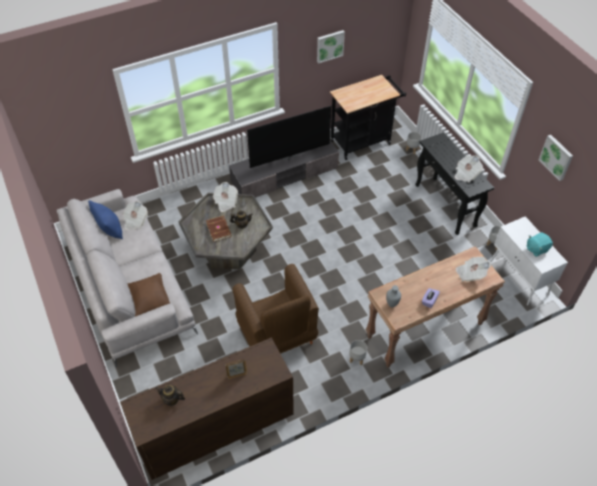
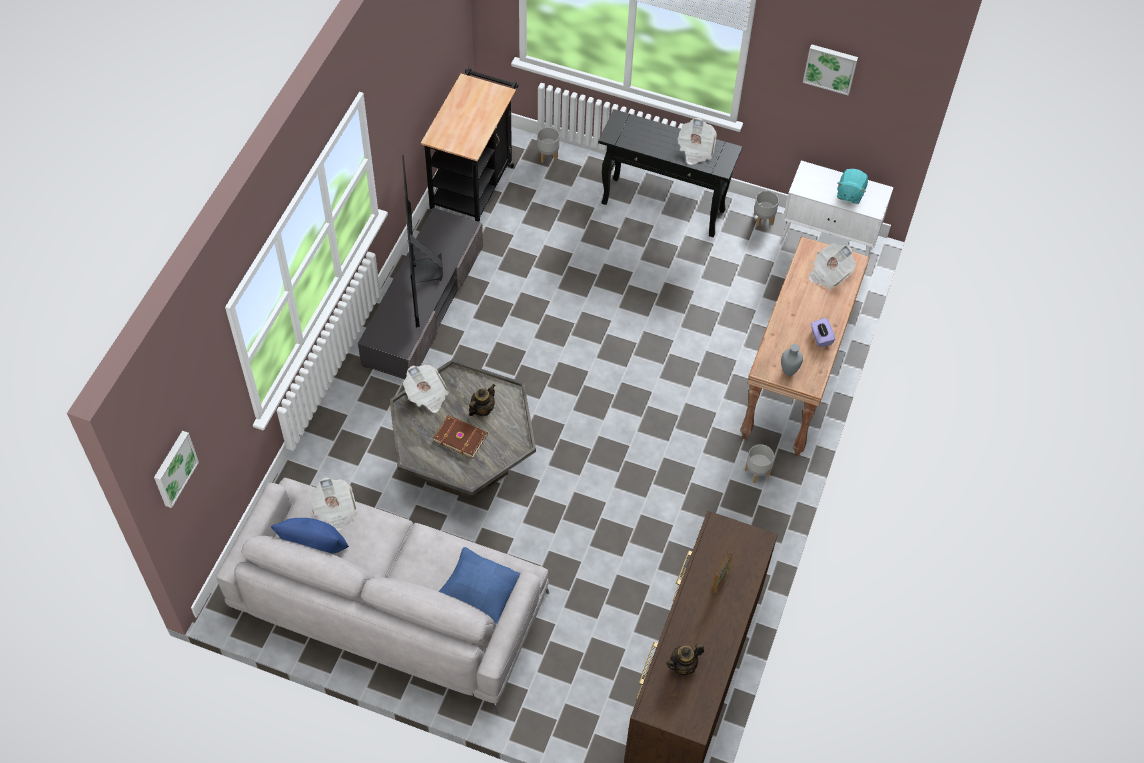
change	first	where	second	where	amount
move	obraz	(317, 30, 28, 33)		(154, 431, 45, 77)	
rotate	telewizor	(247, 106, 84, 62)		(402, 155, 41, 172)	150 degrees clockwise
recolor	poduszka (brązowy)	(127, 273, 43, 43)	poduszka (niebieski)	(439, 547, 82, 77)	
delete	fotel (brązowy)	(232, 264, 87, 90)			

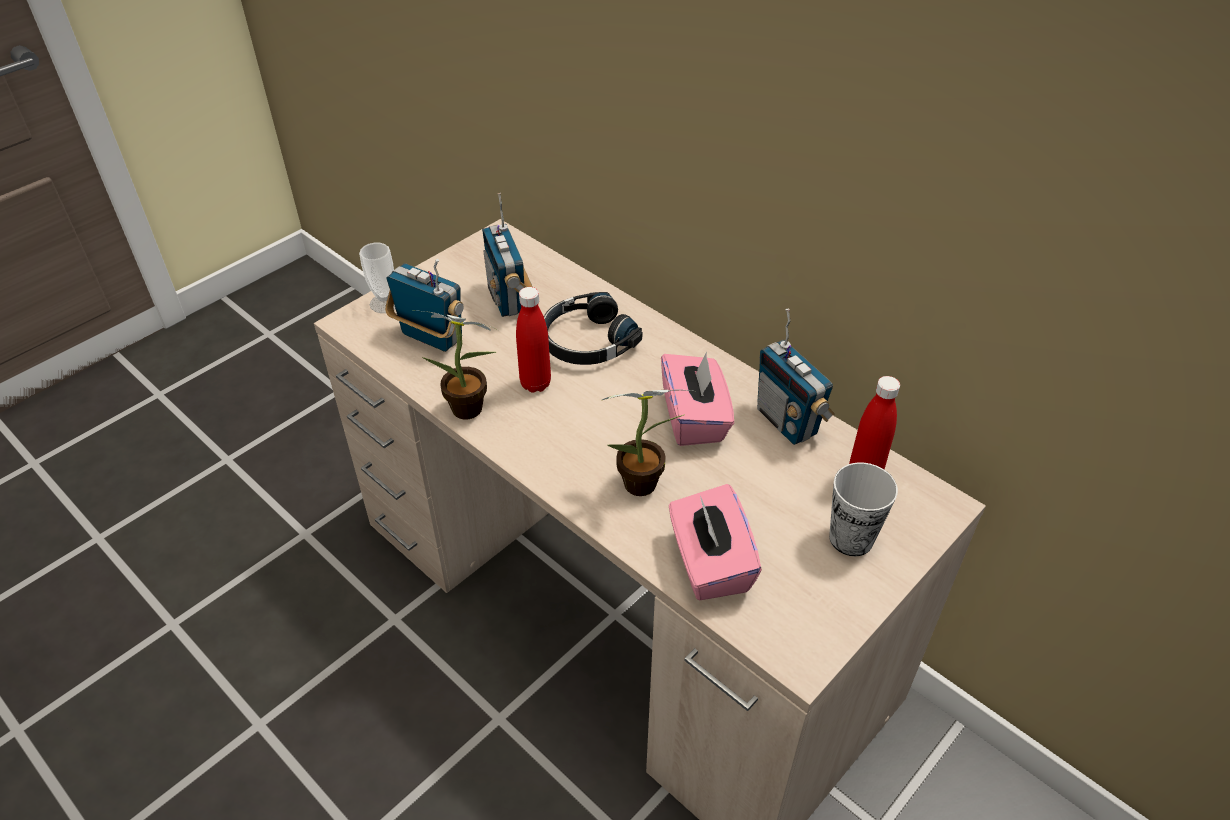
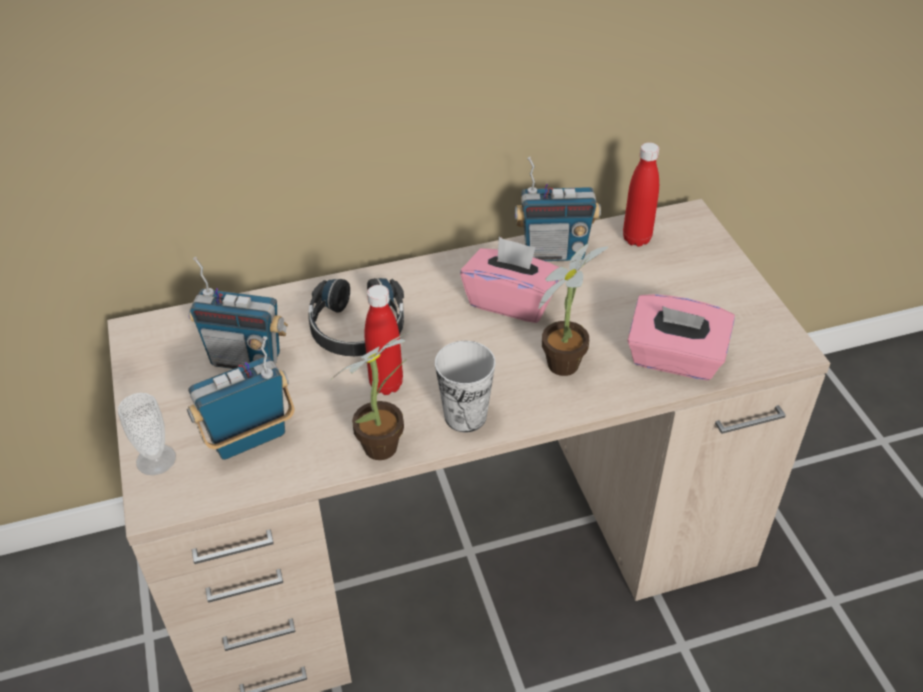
change	first	where	second	where	amount
move	filiżanka	(829, 462, 69, 94)		(435, 341, 60, 91)	

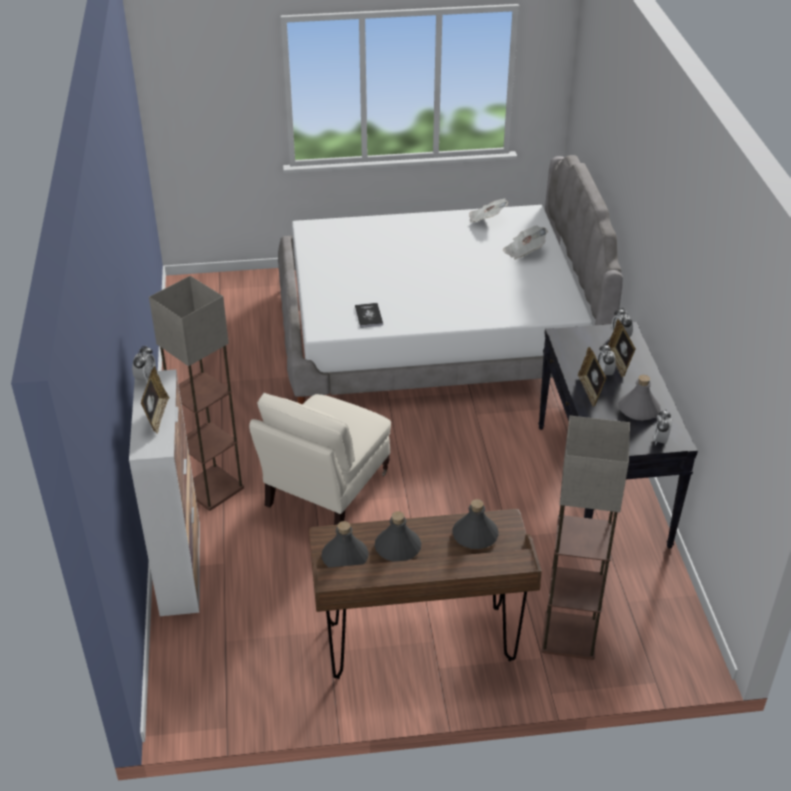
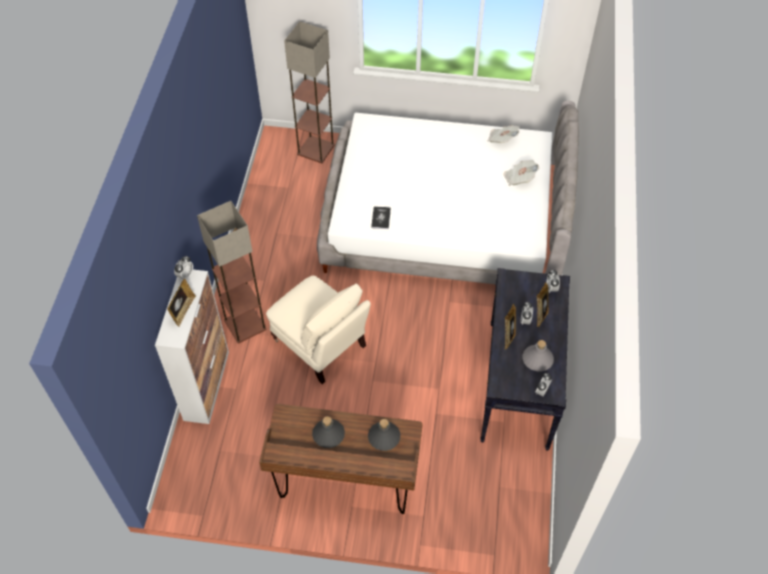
change	first	where	second	where	amount
rotate	fotel (beżowy)	(249, 393, 142, 132)		(266, 276, 105, 108)	90 degrees counterclockwise
move	lampa stojąca	(541, 416, 89, 244)		(284, 21, 50, 142)	
delete	butelka (szary)	(321, 521, 47, 47)			

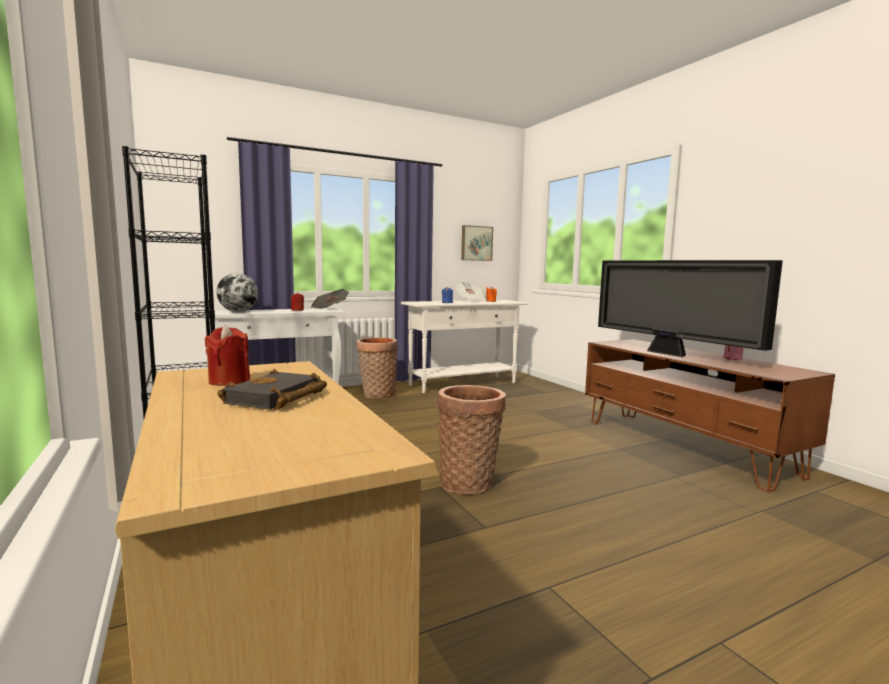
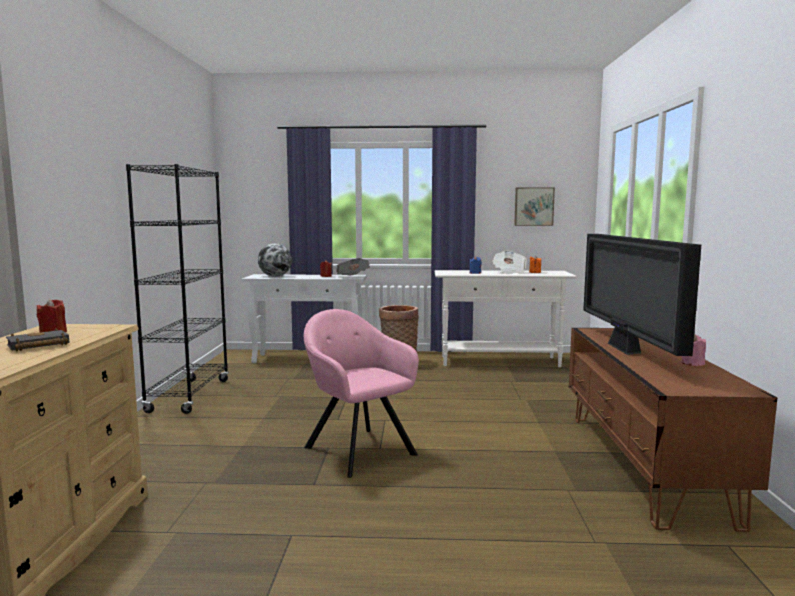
change	first	where	second	where	amount
replace	koszyk	(437, 385, 69, 110)	fotel (różowy)	(304, 309, 115, 169)	

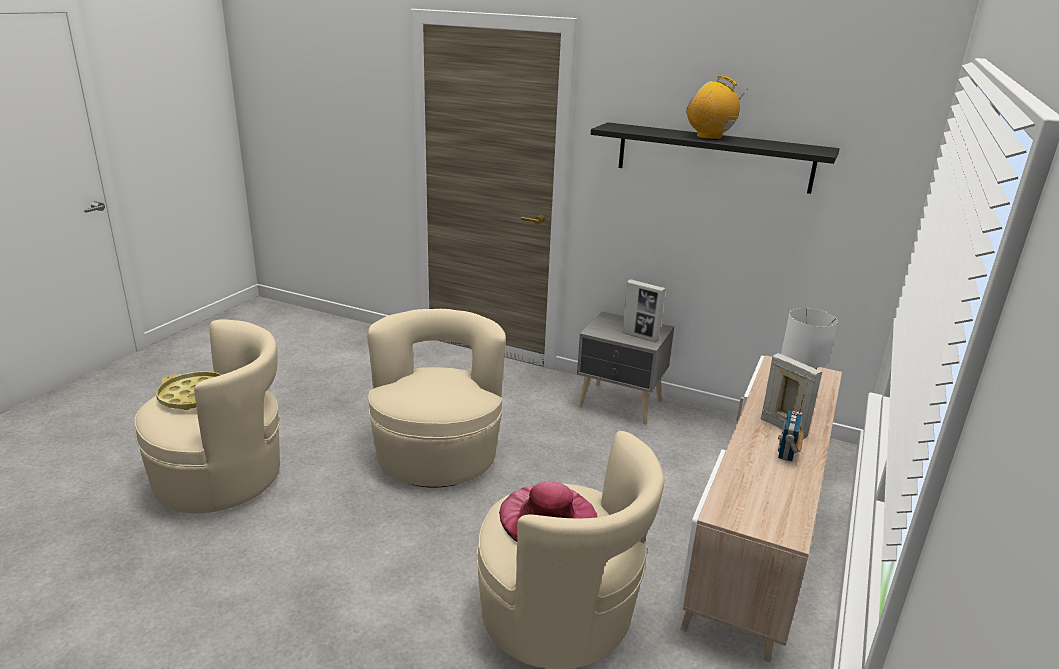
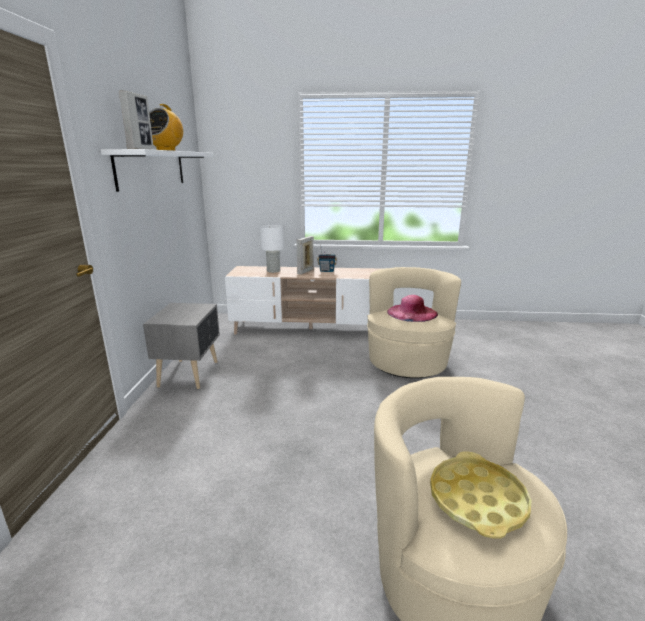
change	first	where	second	where	amount
recolor	półka (czarny)	(591, 122, 249, 72)	półka (biały)	(101, 149, 112, 43)	
move	ramka na zdjęcie	(622, 279, 44, 64)		(119, 90, 35, 60)	
delete	fotel (beżowy)	(367, 309, 139, 179)			

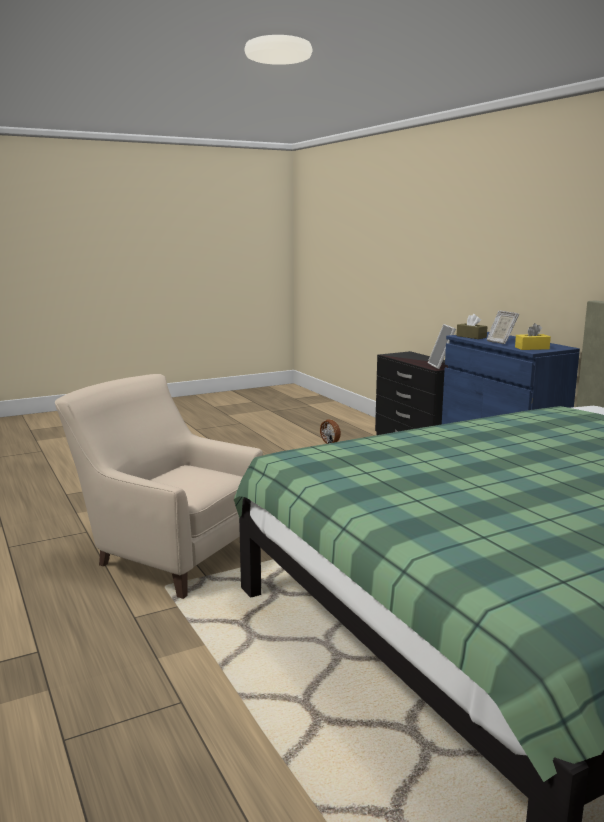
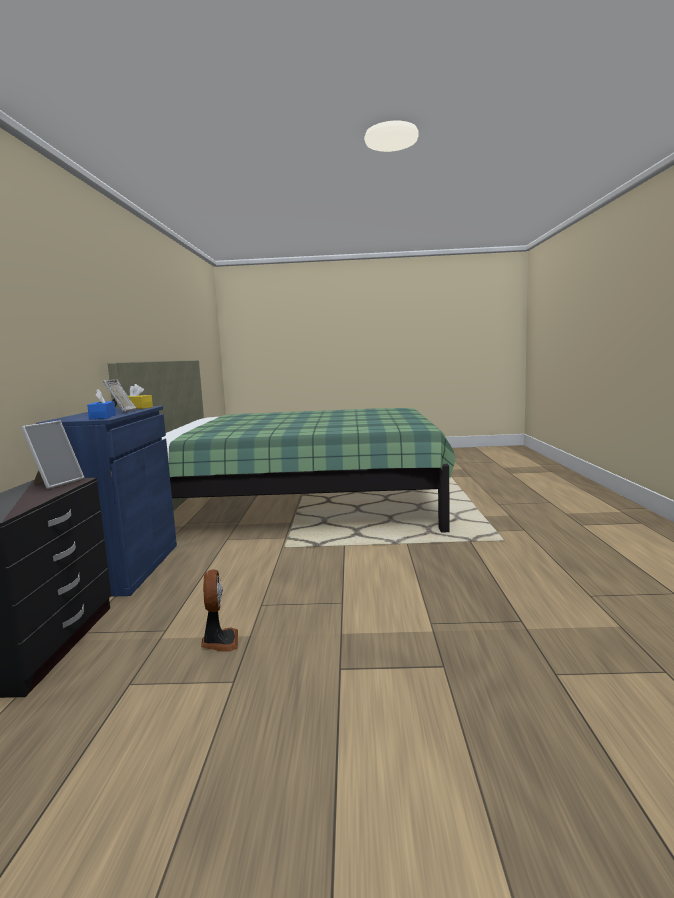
change	first	where	second	where	amount
recolor	pudełko chusteczek (brązowy)	(456, 314, 32, 25)	pudełko chusteczek (niebieski)	(87, 389, 29, 30)	
delete	fotel (beżowy)	(55, 374, 208, 225)			

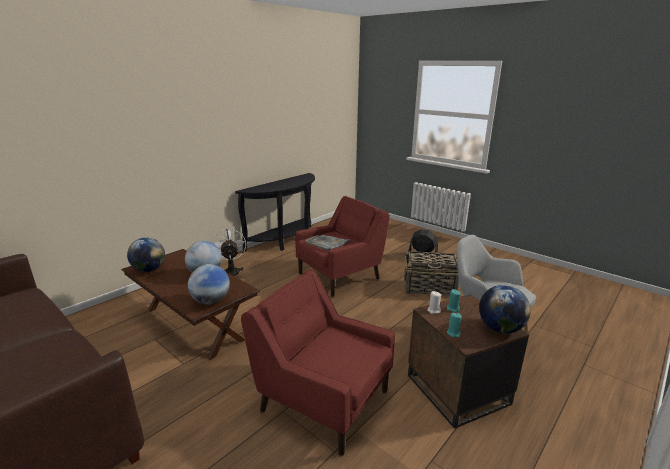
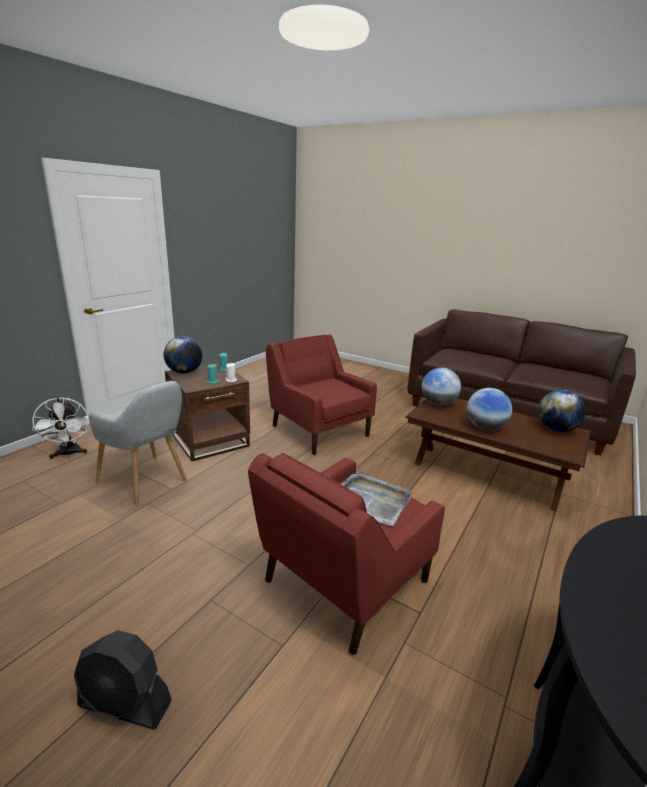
change	first	where	second	where	amount
move	wentylator (biały)	(212, 228, 34, 48)		(32, 397, 57, 62)	
rotate	fotel (czerwony)	(241, 270, 154, 186)		(266, 334, 111, 121)	150 degrees counterclockwise
delete	koszyk	(404, 251, 55, 45)			

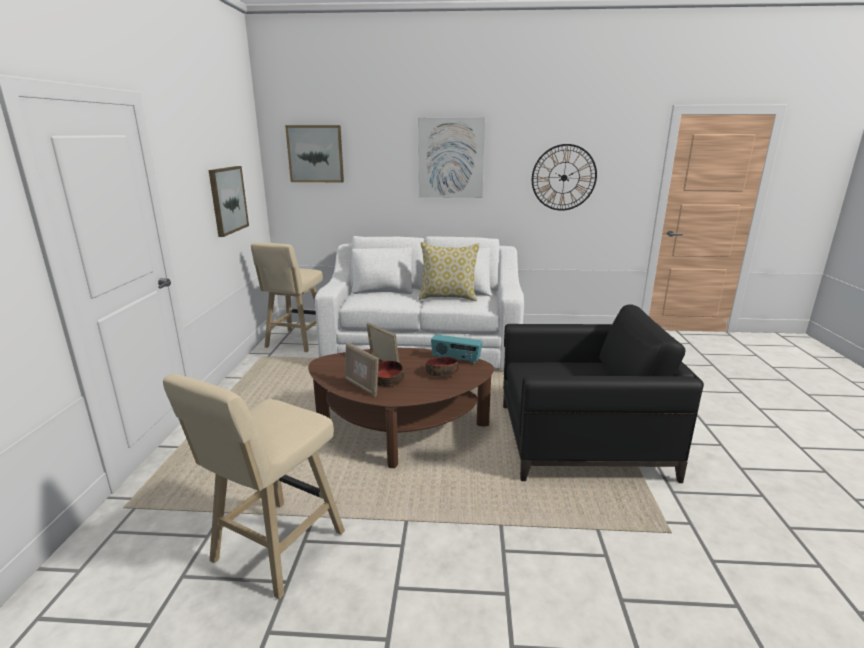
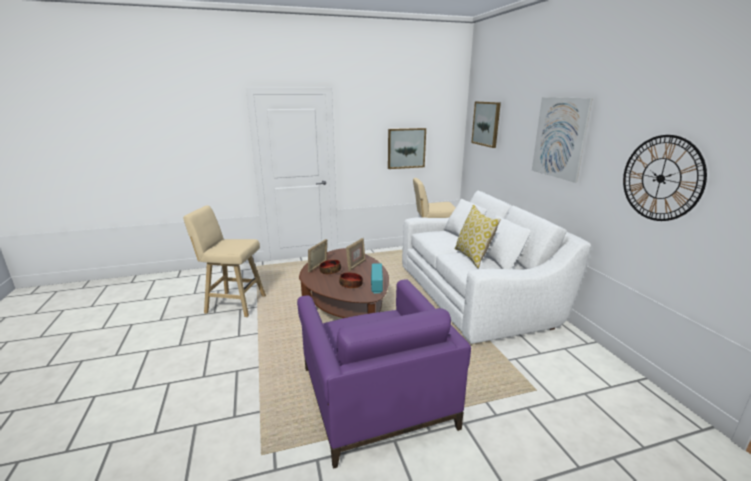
change	first	where	second	where	amount
recolor	fotel (czarny)	(503, 304, 201, 179)	fotel (fioletowy)	(297, 279, 174, 190)	

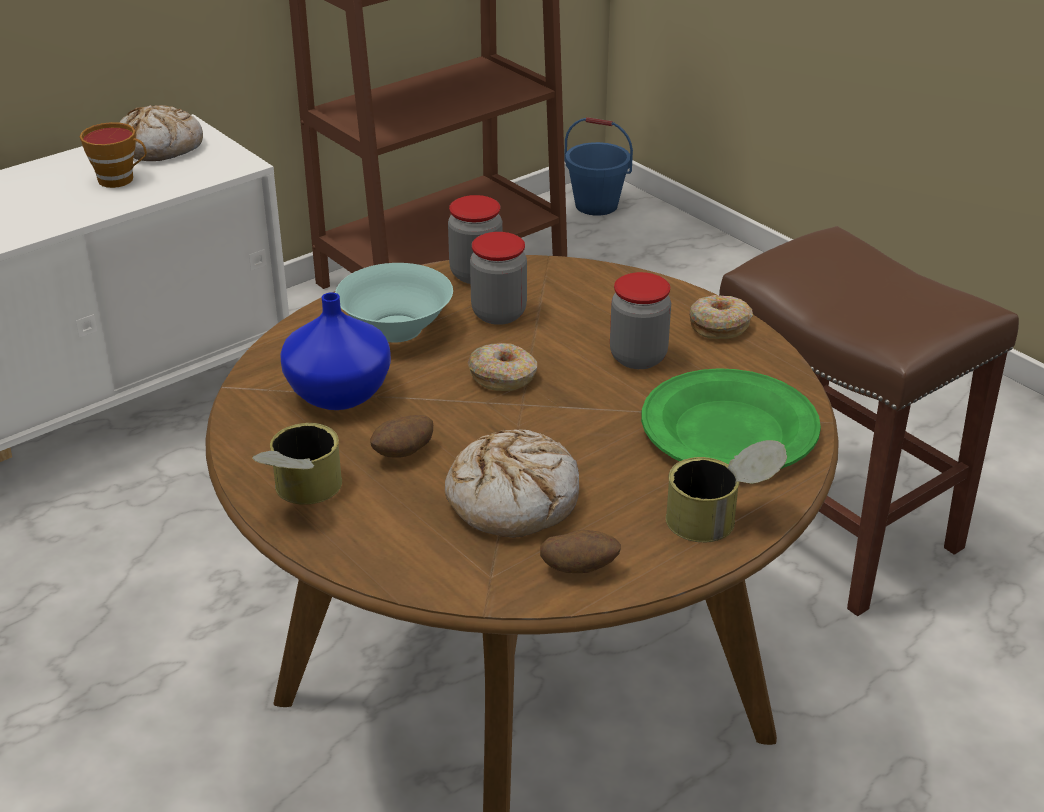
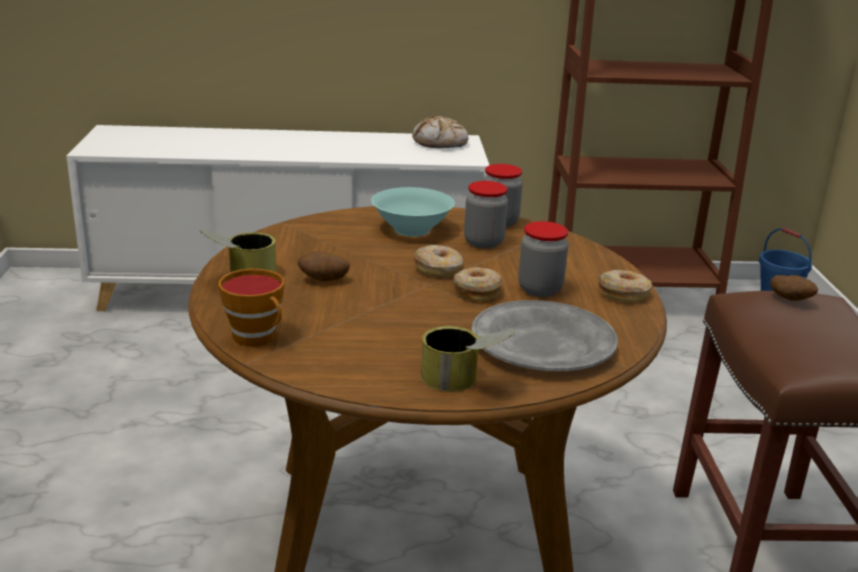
change	first	where	second	where	amount
move	filiżanka	(80, 122, 67, 66)		(218, 269, 67, 78)	
insert			donut	(454, 267, 49, 34)	
recolor	talerz (zielony)	(641, 368, 180, 101)	talerz (szary)	(471, 300, 147, 71)	
move	ziemniak	(540, 530, 81, 43)		(770, 275, 48, 26)	
delete	wazon (niebieski)	(280, 292, 111, 118)			
delete	chleb	(445, 429, 134, 109)			

